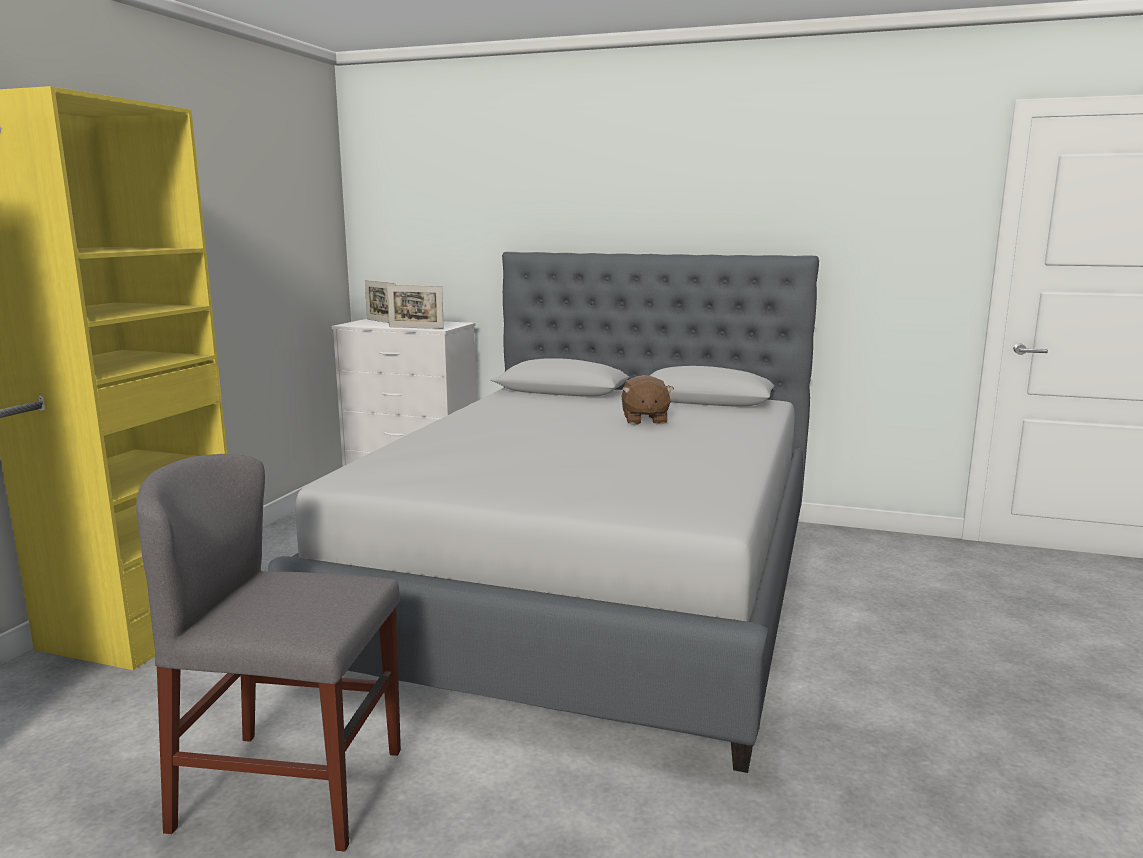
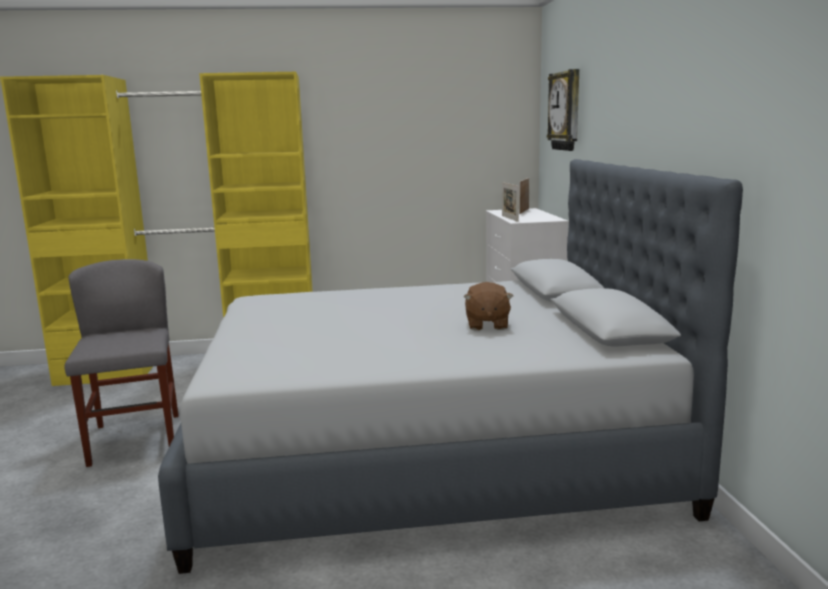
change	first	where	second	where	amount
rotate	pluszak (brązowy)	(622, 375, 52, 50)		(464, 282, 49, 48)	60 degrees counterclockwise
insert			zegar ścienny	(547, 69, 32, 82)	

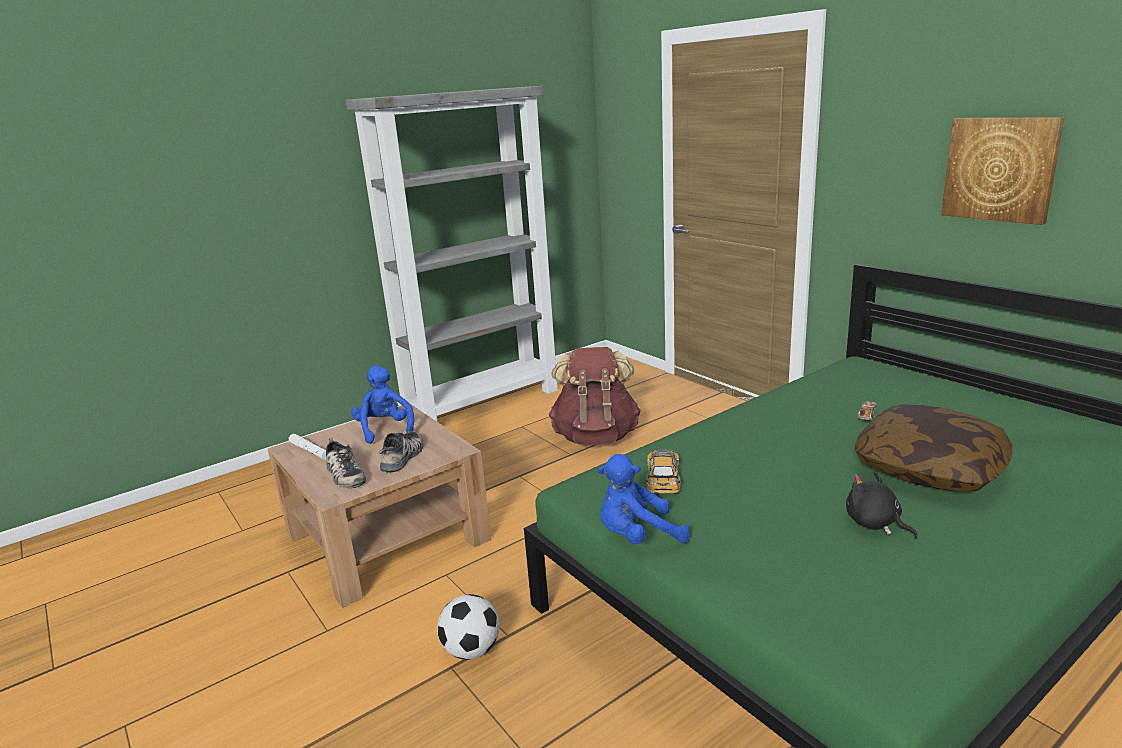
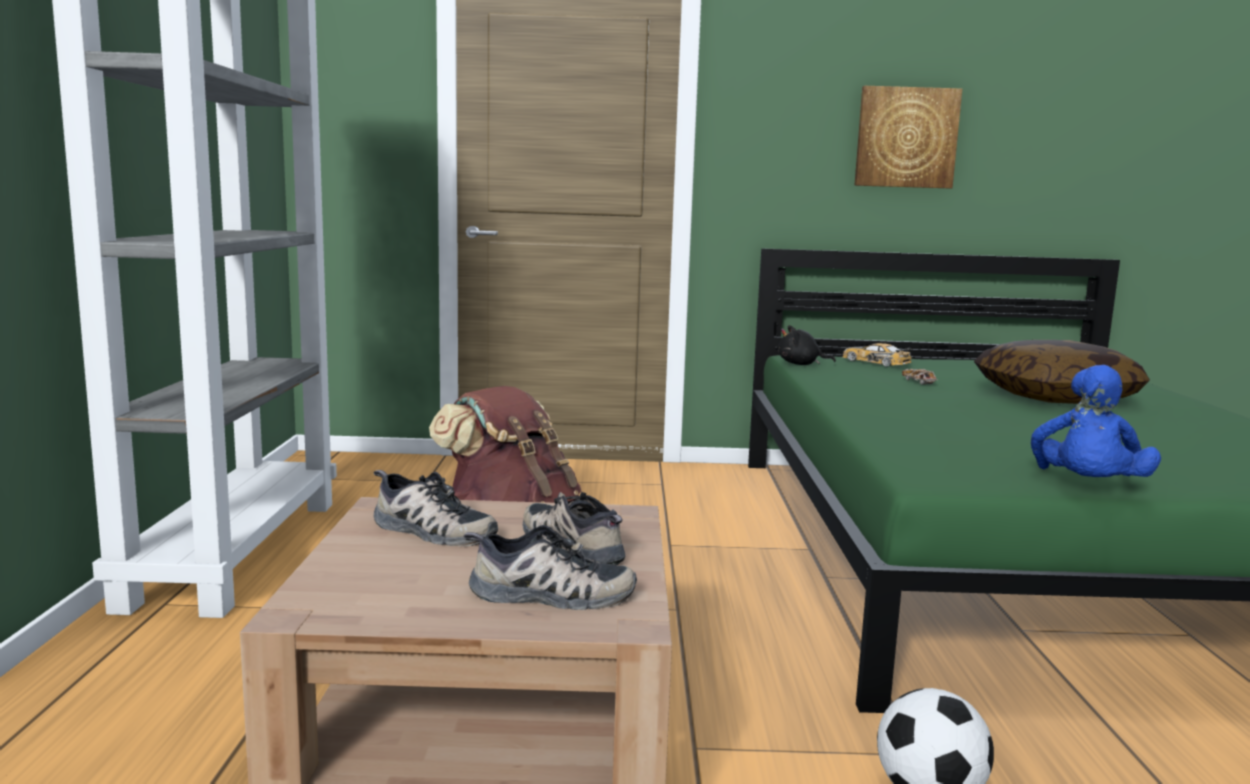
change	first	where	second	where	amount
replace	pluszak (niebieski)	(351, 365, 63, 79)	but	(373, 470, 125, 77)	
move	pluszak (czarny)	(846, 471, 72, 68)		(778, 325, 58, 40)	
move	samochodzik	(646, 449, 34, 44)		(842, 343, 70, 23)	
delete	latarka (biały)	(289, 434, 37, 26)			

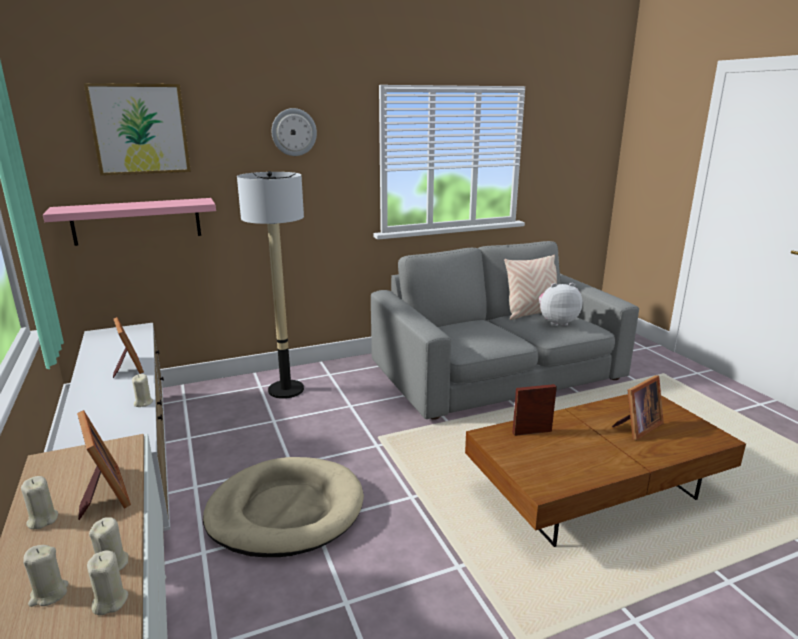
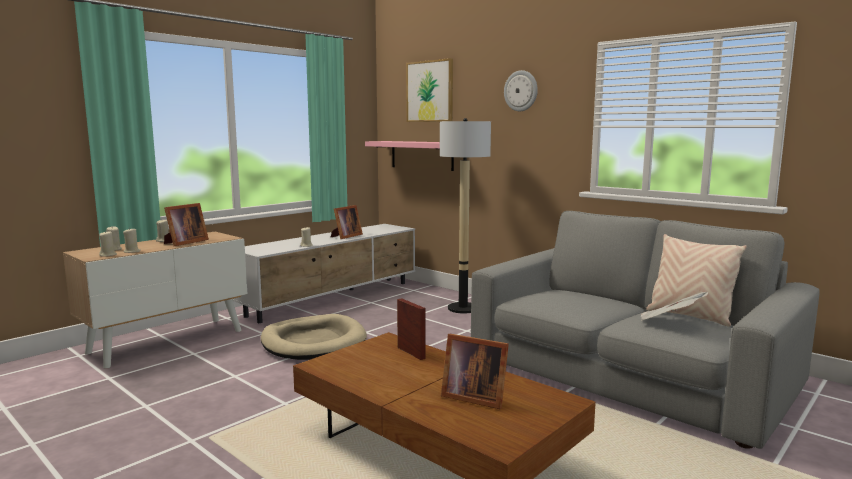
change	first	where	second	where	amount
replace	pluszak	(539, 283, 43, 43)	gazeta	(641, 292, 67, 29)	

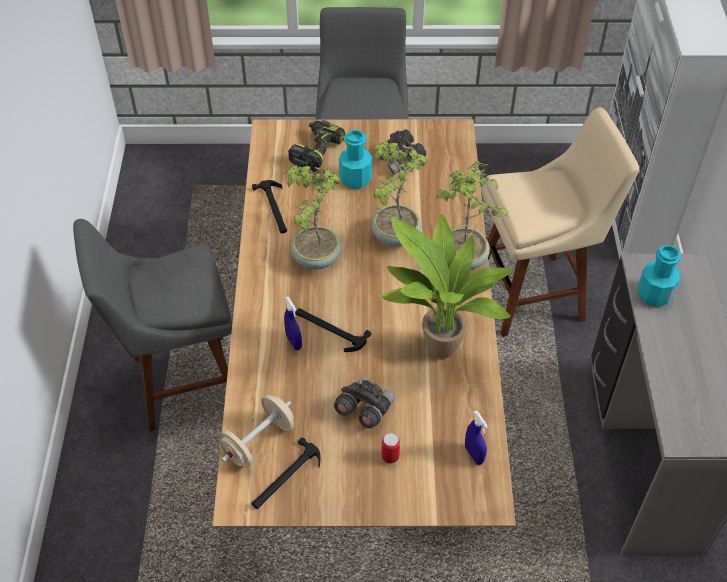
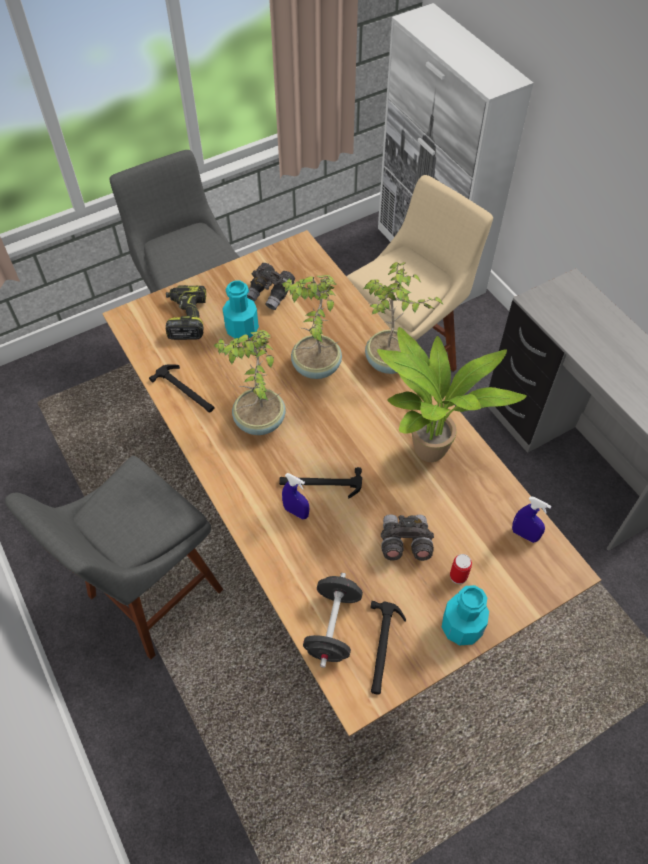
change	first	where	second	where	amount
recolor	hantel (beżowy)	(220, 394, 74, 73)	hantel (czarny)	(303, 573, 60, 95)	
move	butelka (turkusowy)	(638, 245, 43, 62)		(442, 585, 47, 60)	

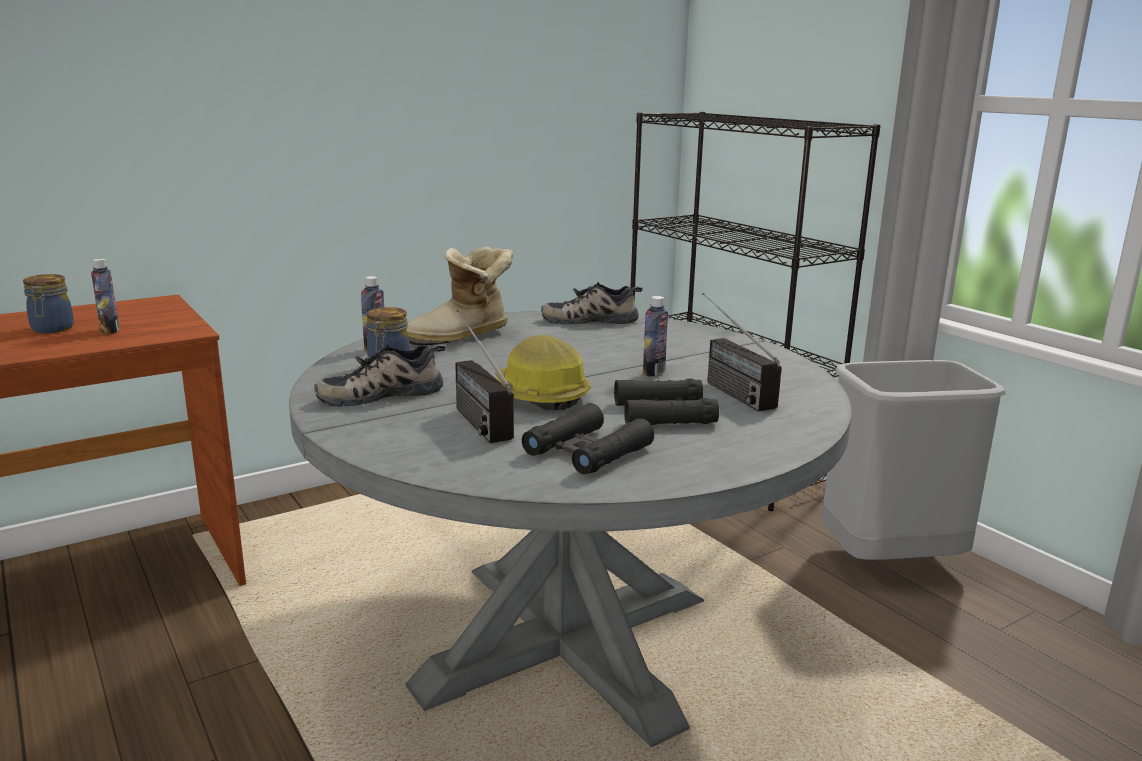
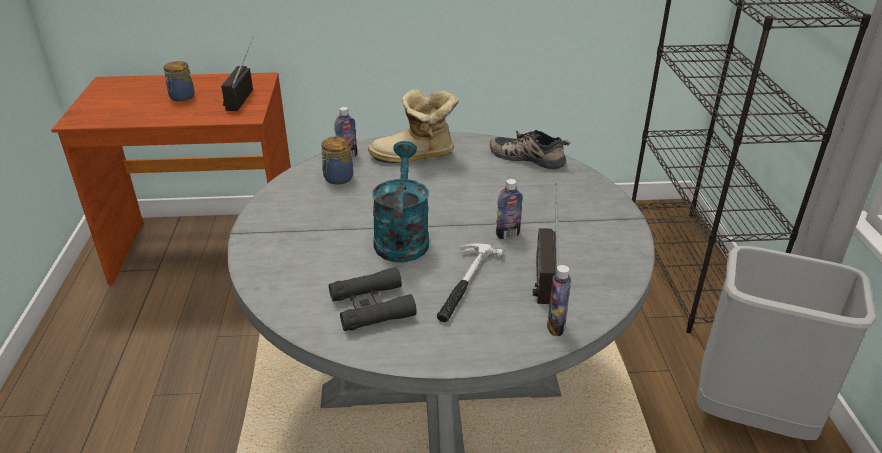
change	first	where	second	where	amount
move	radio	(455, 310, 59, 133)		(221, 37, 33, 74)	
replace	kask	(495, 335, 95, 75)	konewka (turkusowy)	(372, 141, 57, 122)	
replace	lornetka (czarny)	(614, 379, 105, 46)	młotek	(437, 243, 67, 79)	
move	butelka	(91, 258, 29, 76)		(547, 265, 24, 71)	
delete	but	(314, 344, 132, 63)			

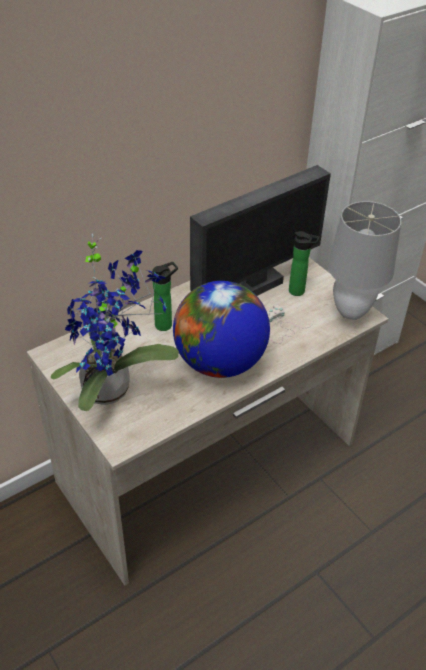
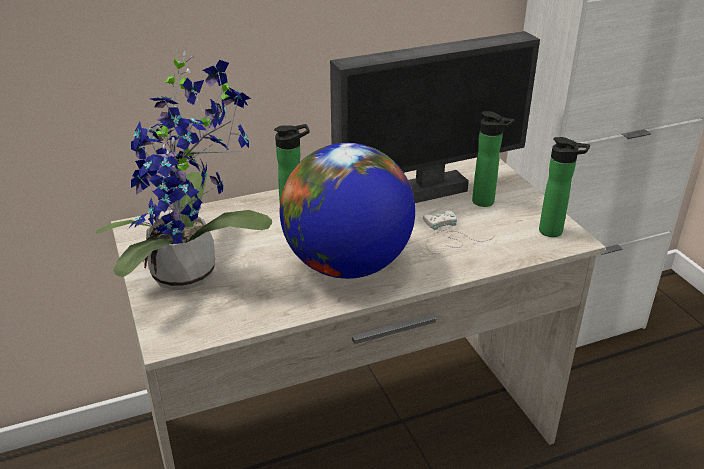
change	first	where	second	where	amount
replace	lampa stołowa (szary)	(328, 201, 73, 119)	butelka	(539, 137, 51, 100)	

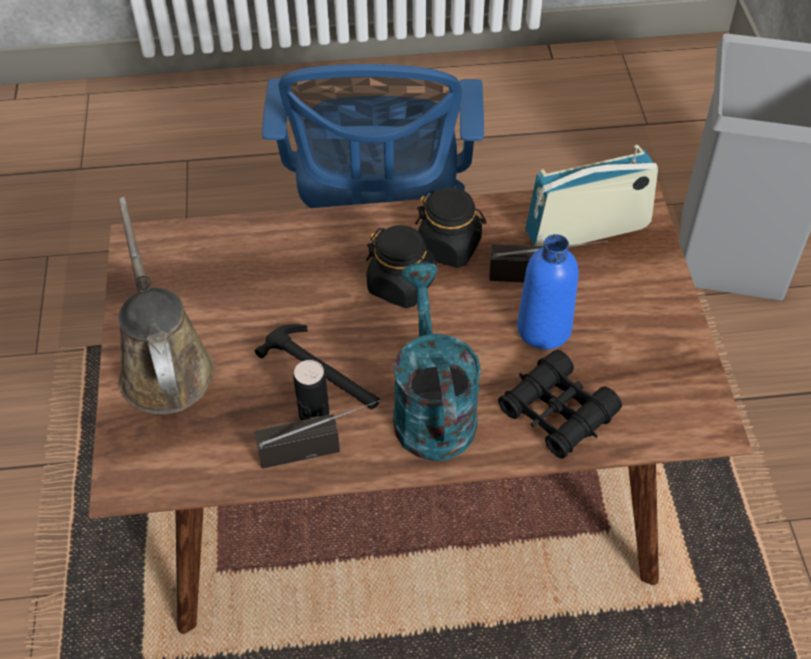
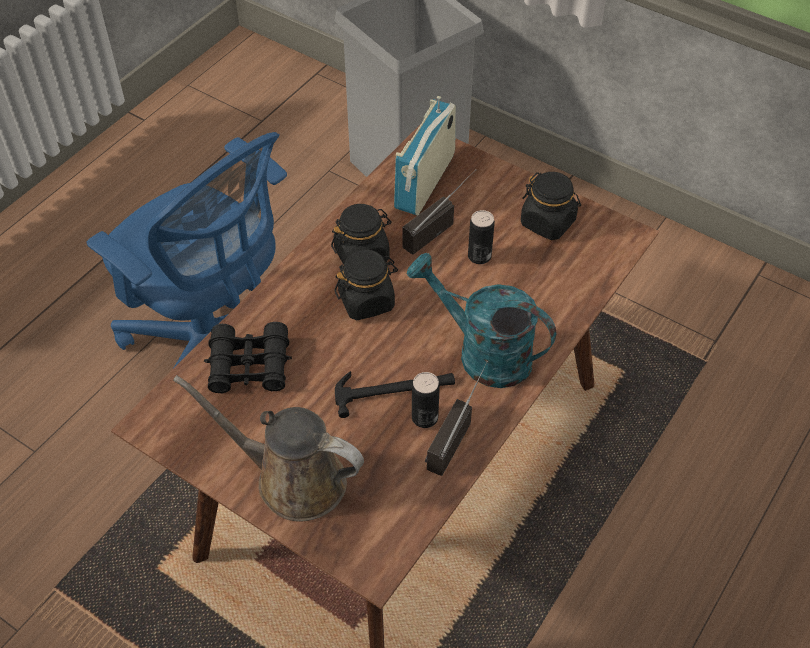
change	first	where	second	where	amount
move	lornetka (czarny)	(498, 350, 124, 109)		(204, 322, 88, 72)	
replace	butelka (niebieski)	(517, 234, 61, 115)	puszka	(468, 210, 27, 54)	
insert			słoik (czarny)	(521, 172, 60, 68)	

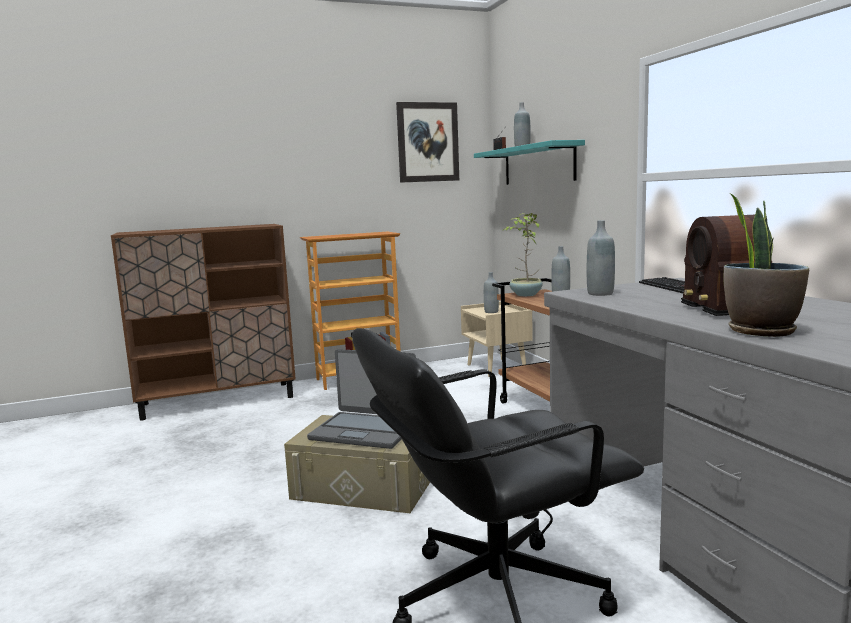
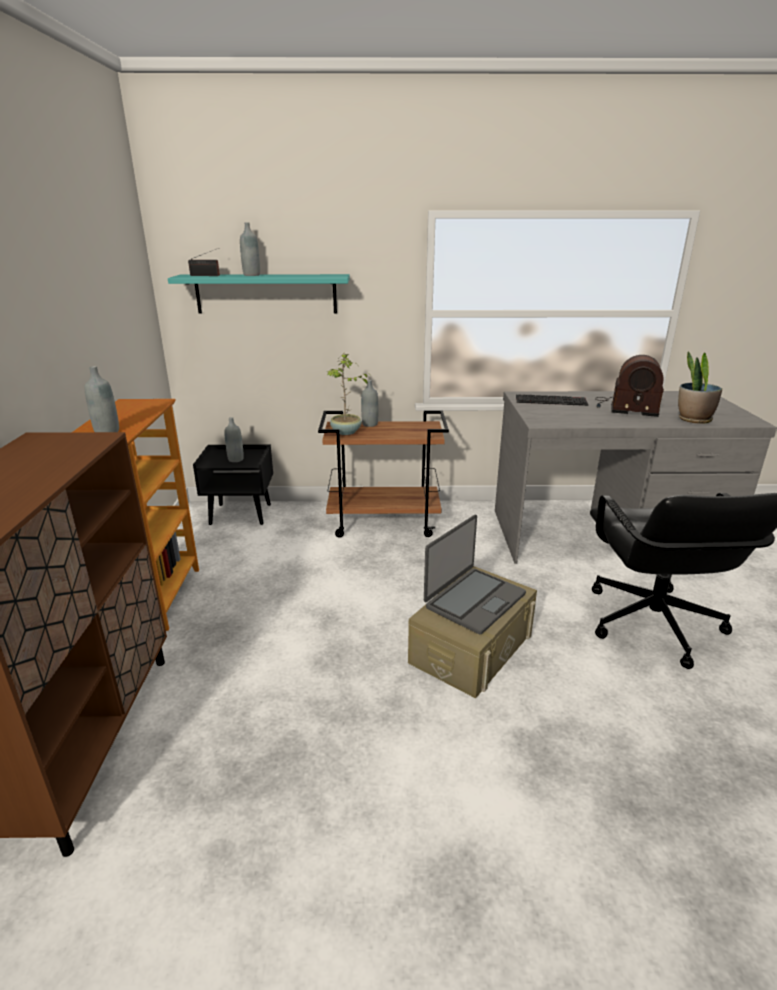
change	first	where	second	where	amount
move	butelka (szary)	(587, 220, 28, 76)		(84, 366, 35, 66)	
recolor	szafka nocna (beżowy)	(461, 301, 72, 76)	szafka nocna (czarny)	(193, 445, 80, 80)	
delete	obraz	(396, 102, 63, 81)			

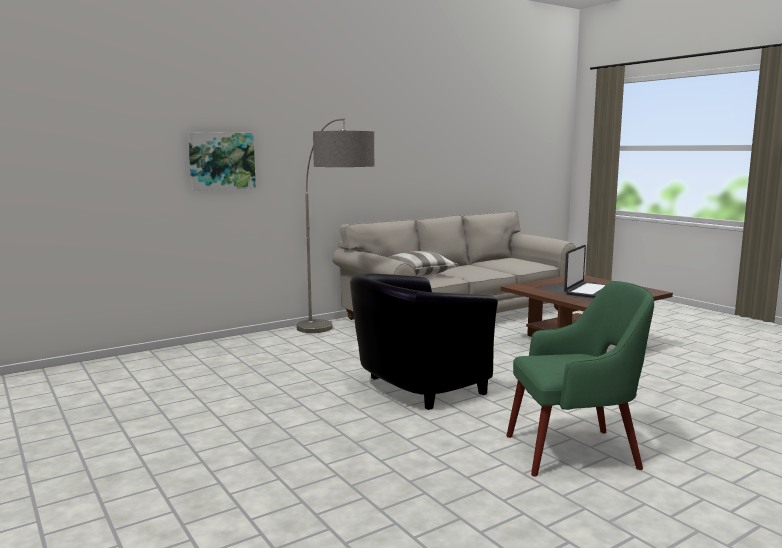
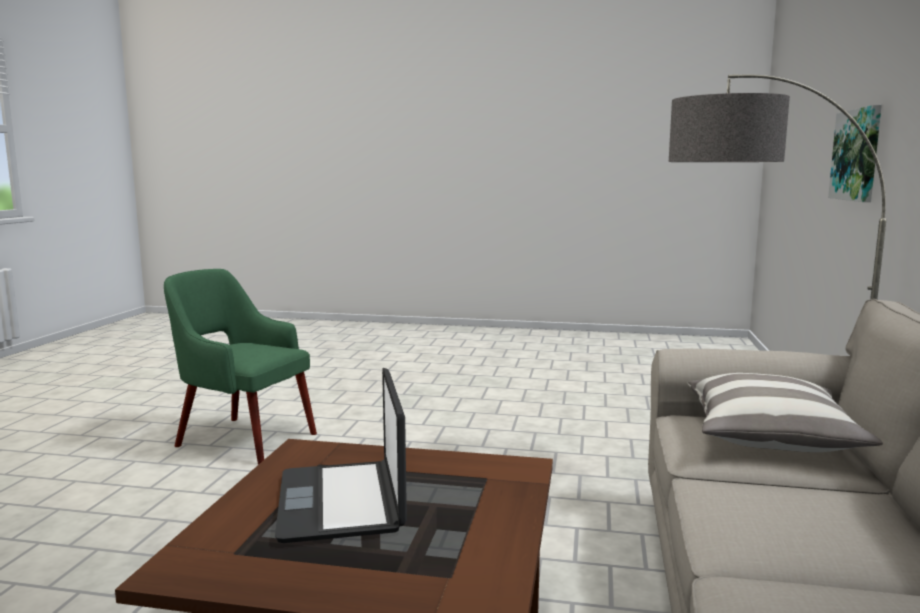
change	first	where	second	where	amount
rotate	fotel (zielony)	(506, 281, 148, 196)		(164, 269, 153, 196)	75 degrees clockwise
delete	fotel (czarny)	(350, 274, 148, 136)			

